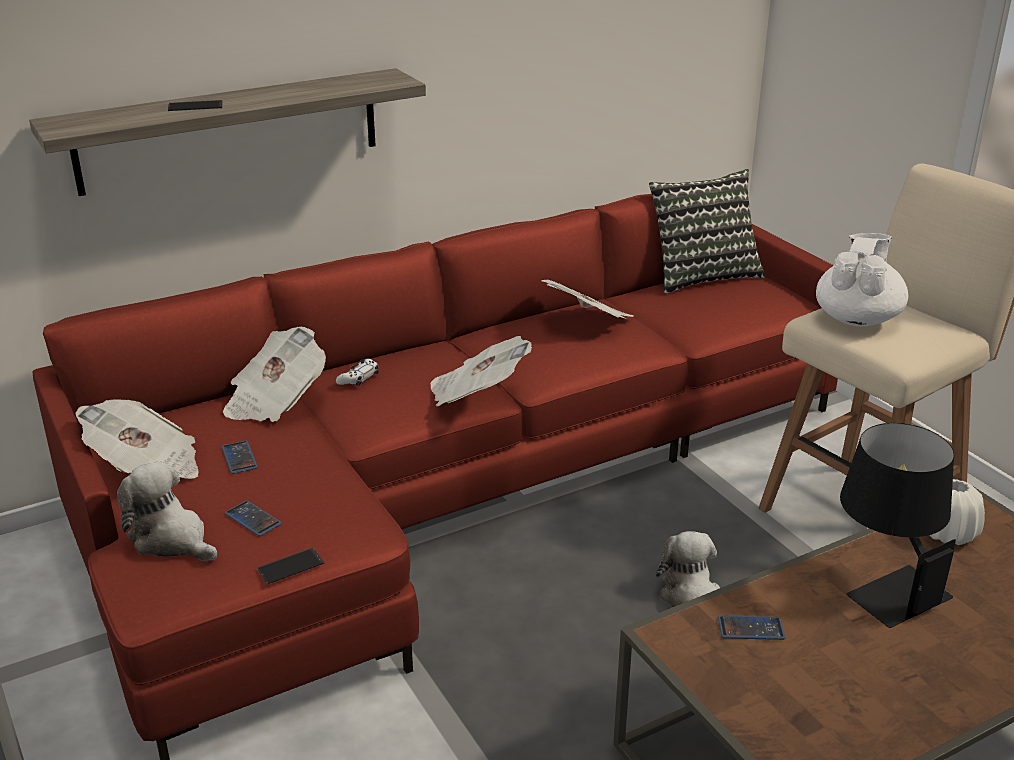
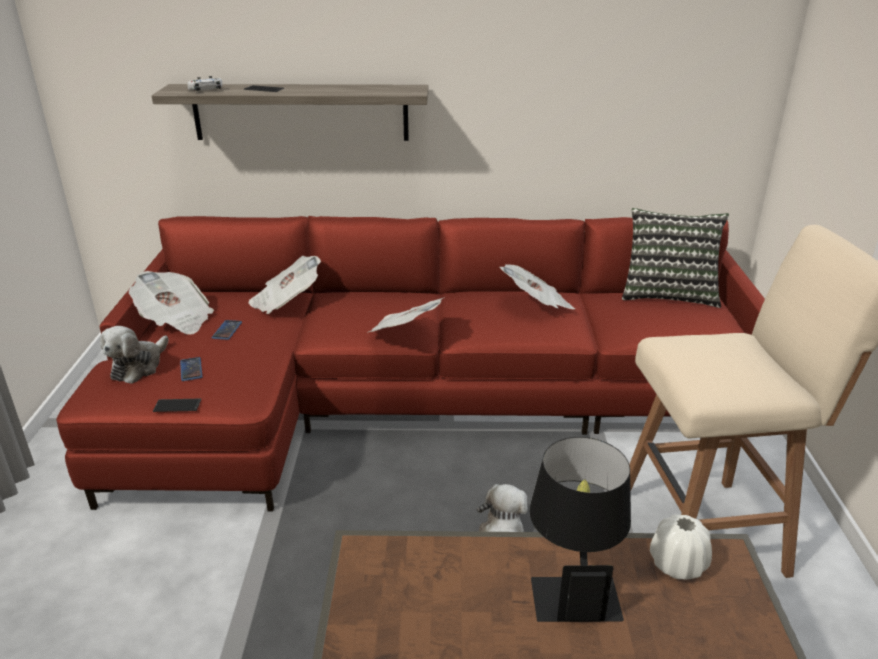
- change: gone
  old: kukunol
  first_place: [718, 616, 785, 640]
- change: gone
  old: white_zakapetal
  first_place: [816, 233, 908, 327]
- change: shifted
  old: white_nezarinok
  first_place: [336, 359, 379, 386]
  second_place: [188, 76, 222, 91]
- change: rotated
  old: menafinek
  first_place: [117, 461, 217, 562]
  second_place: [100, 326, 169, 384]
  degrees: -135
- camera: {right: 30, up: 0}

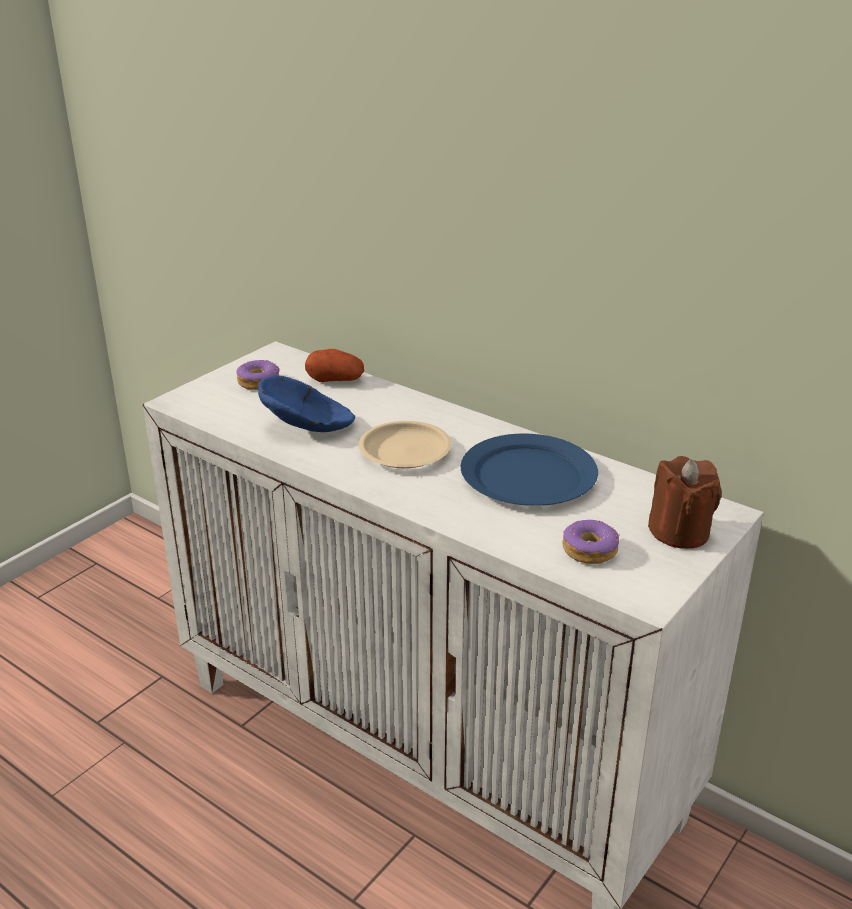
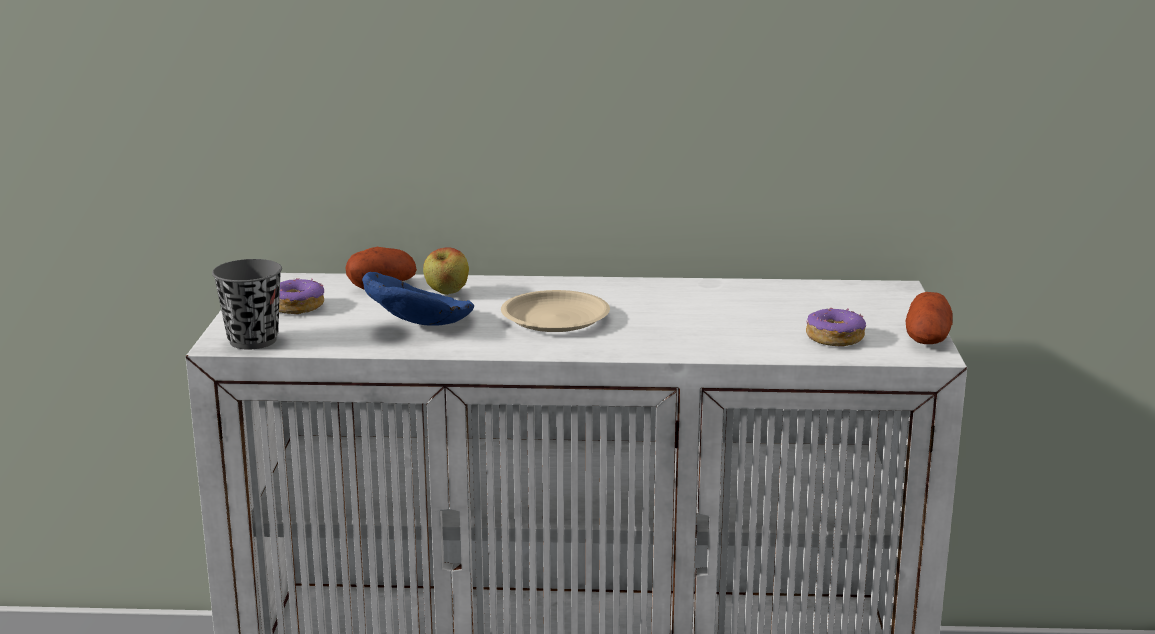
- change: gone
  old: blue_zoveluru
  first_place: [461, 433, 598, 506]
- change: gone
  old: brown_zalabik
  first_place: [648, 456, 722, 549]
- change: new
  new: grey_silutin
  second_place: [212, 259, 282, 349]
- change: new
  new: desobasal
  second_place: [423, 247, 469, 295]
- change: new
  new: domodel
  second_place: [906, 292, 953, 344]
- camera: {right: -35, up: -10}

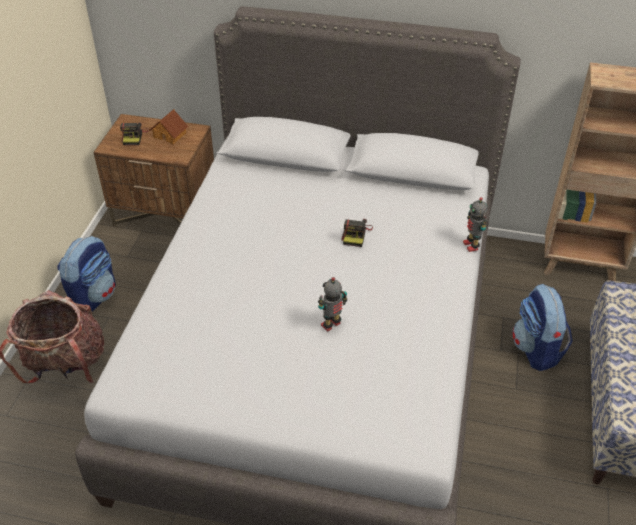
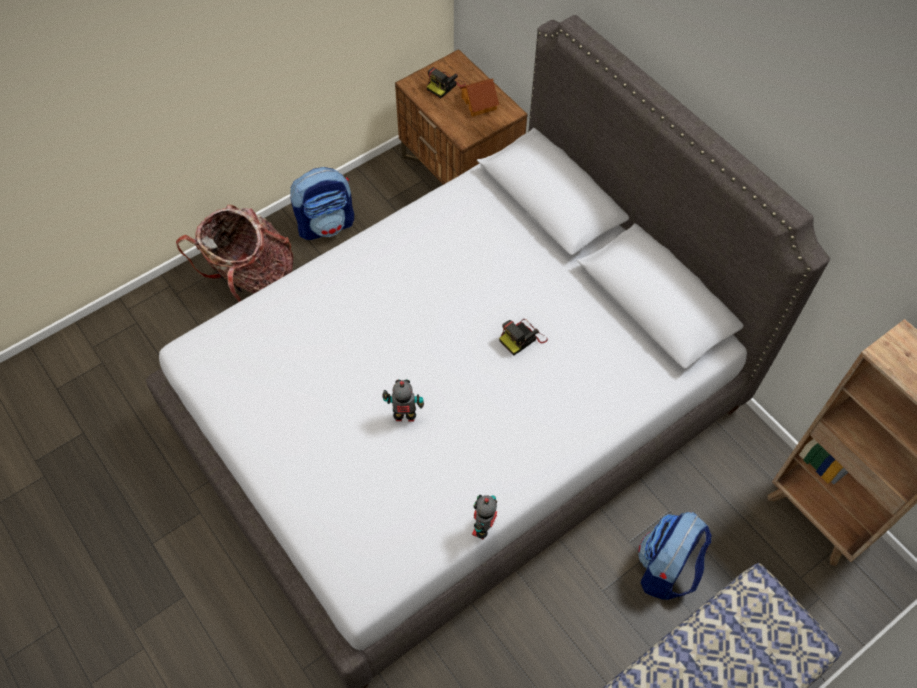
- change: shifted
  old: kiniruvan
  first_place: [463, 197, 488, 252]
  second_place: [472, 495, 497, 540]
- camera: {right: 40, up: 15}

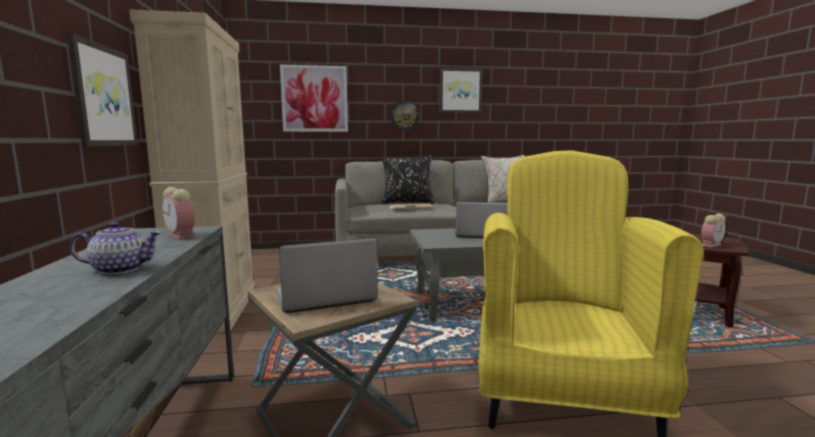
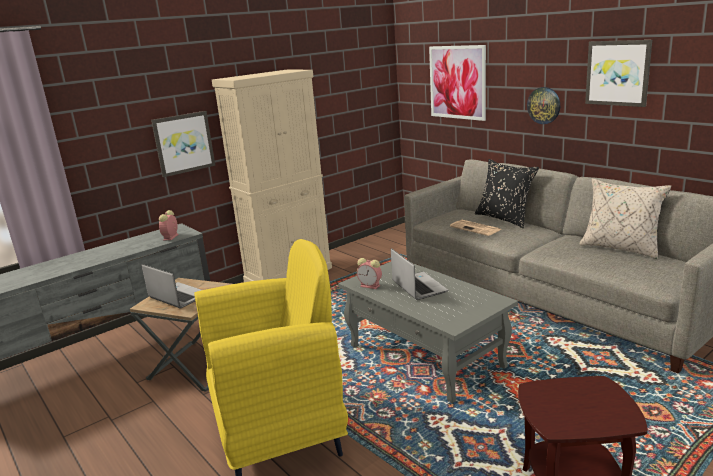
- change: gone
  old: zakapetal
  first_place: [70, 222, 162, 275]
- change: shifted
  old: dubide
  first_place: [701, 214, 726, 247]
  second_place: [357, 258, 382, 289]
- camera: {right: 60, up: 10}

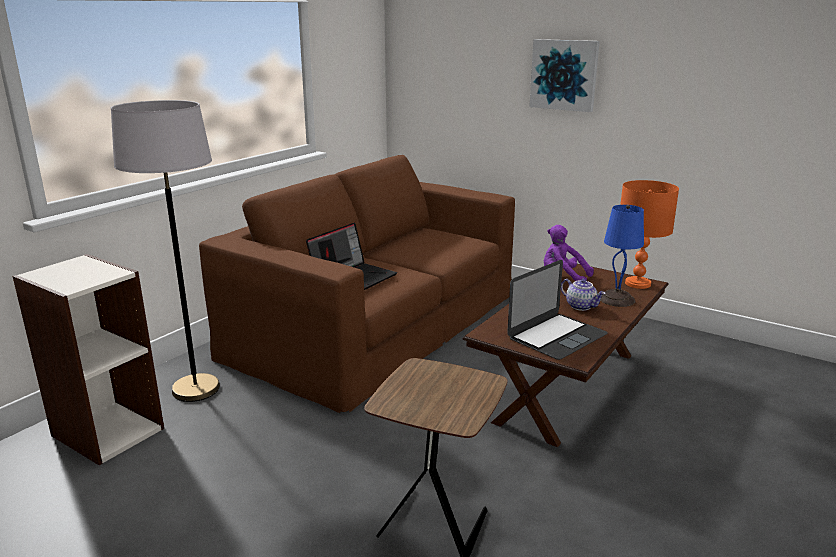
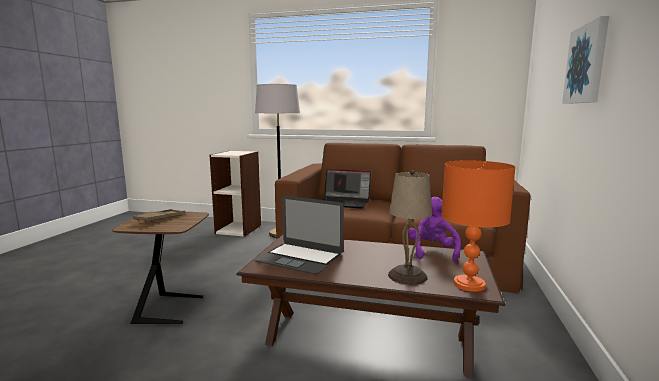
- change: gone
  old: zakapetal
  first_place: [561, 279, 606, 311]
- change: new
  new: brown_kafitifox
  second_place: [133, 209, 185, 223]
- change: repainted
  old: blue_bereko
  new: beige_bereko
  first_place: [600, 205, 644, 307]
  second_place: [388, 170, 432, 285]
- camera: {right: 70, up: -10}

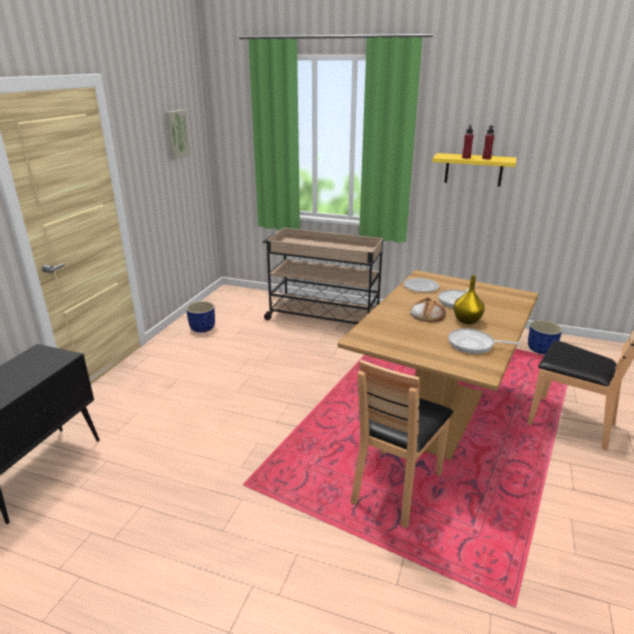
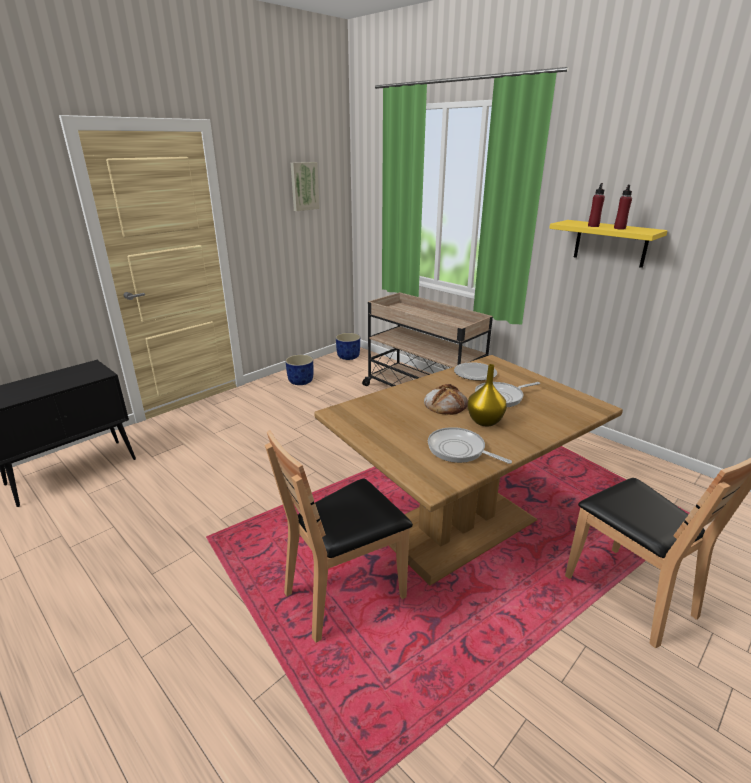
- change: shifted
  old: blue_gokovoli
  first_place: [528, 320, 562, 354]
  second_place: [336, 333, 360, 360]
- camera: {right: 25, up: 0}

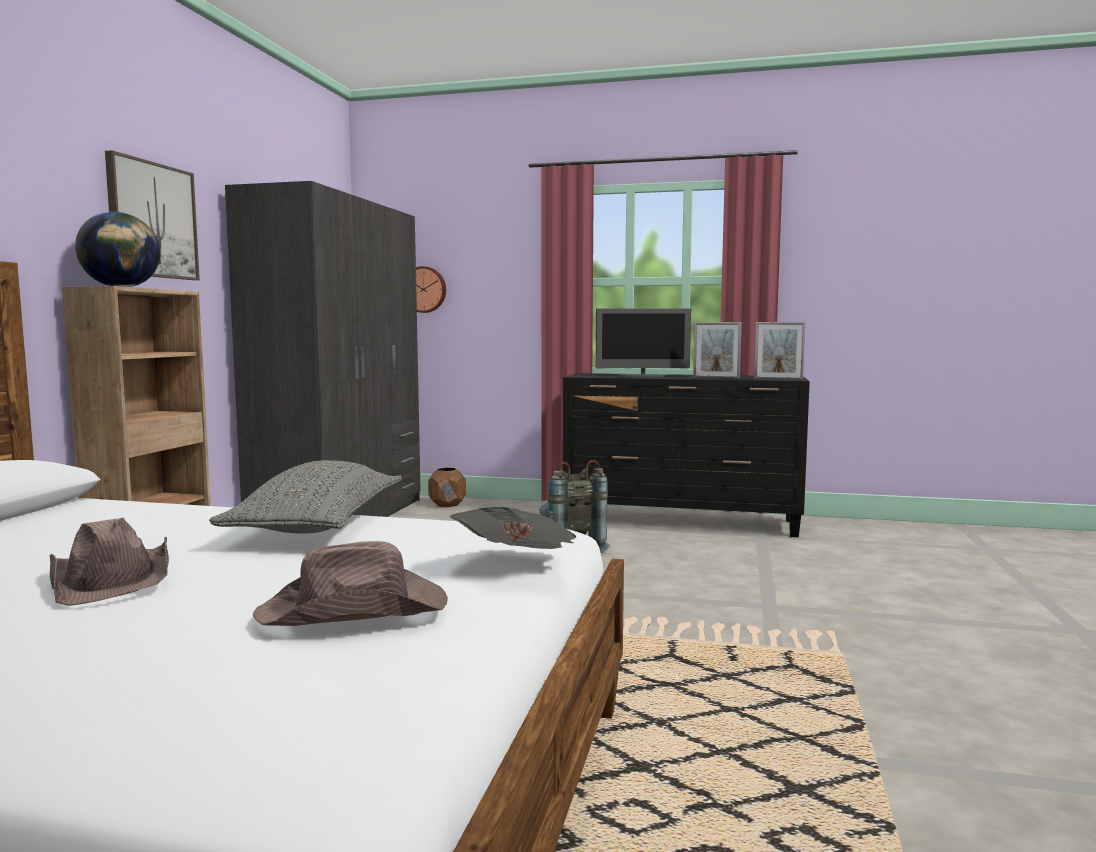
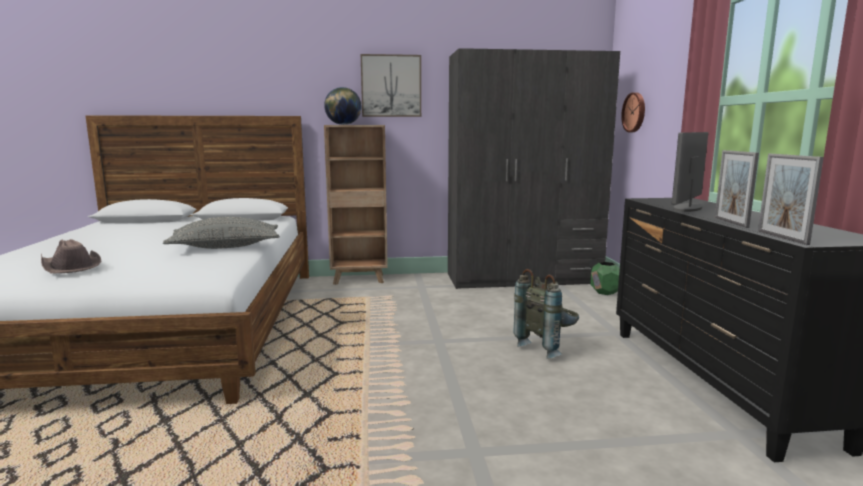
- change: gone
  old: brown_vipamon
  first_place: [50, 518, 169, 606]
- change: gone
  old: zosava
  first_place: [449, 507, 577, 549]
- change: repainted
  old: brown_gokovoli
  new: green_gokovoli
  first_place: [428, 468, 466, 507]
  second_place: [590, 262, 620, 295]
- change: rotated
  old: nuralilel
  first_place: [596, 308, 691, 377]
  second_place: [672, 132, 708, 212]
  degrees: 60
- camera: {right: 70, up: 5}

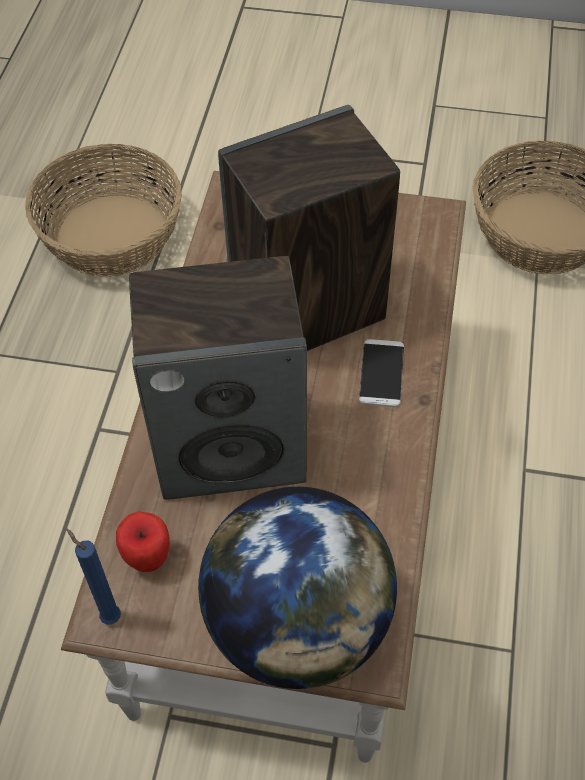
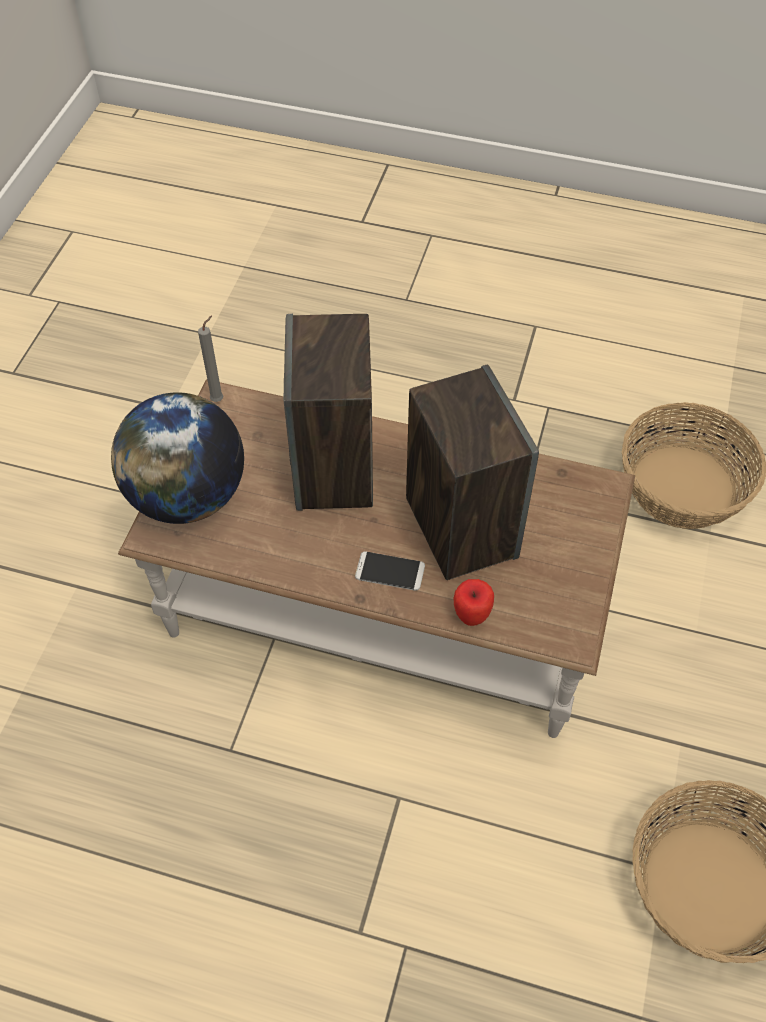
- change: shifted
  old: desobasal
  first_place: [116, 511, 170, 572]
  second_place: [453, 579, 494, 626]
- change: repainted
  old: blue_zalabik
  new: grey_zalabik
  first_place: [66, 529, 121, 625]
  second_place: [198, 316, 223, 402]
- camera: {right: 95, up: 0}

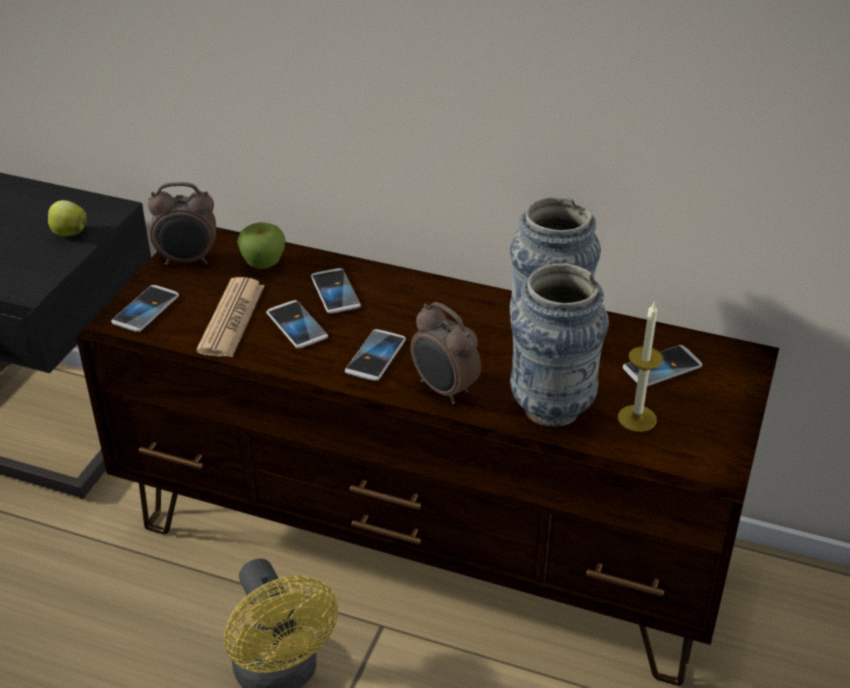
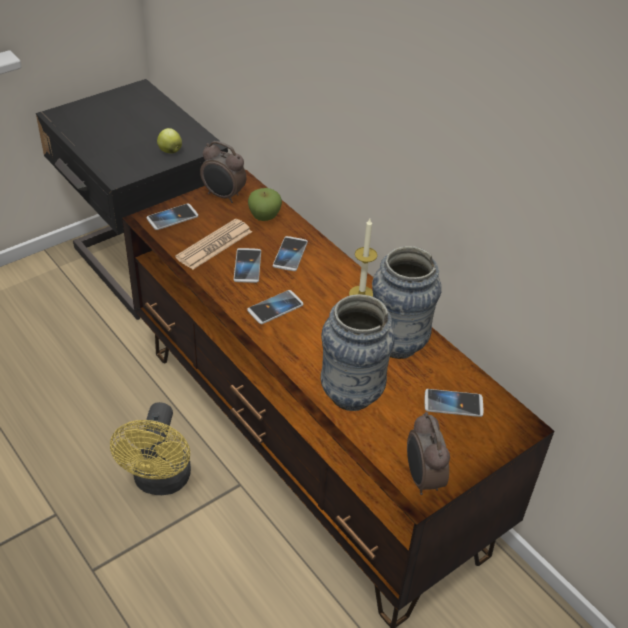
- change: shifted
  old: dubide
  first_place: [410, 302, 481, 404]
  second_place: [407, 412, 450, 495]
- change: shifted
  old: zalabik
  first_place: [618, 303, 663, 432]
  second_place: [349, 219, 377, 297]
- camera: {right: 30, up: 5}

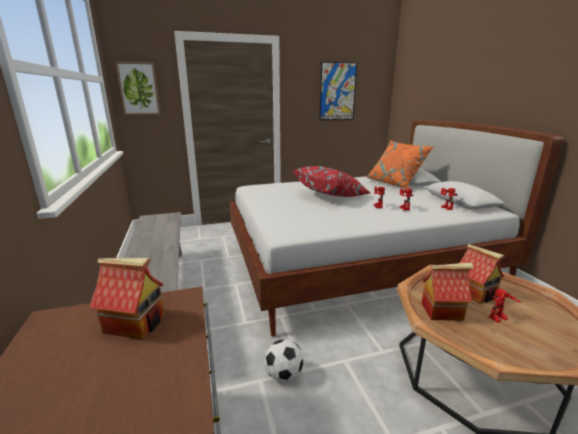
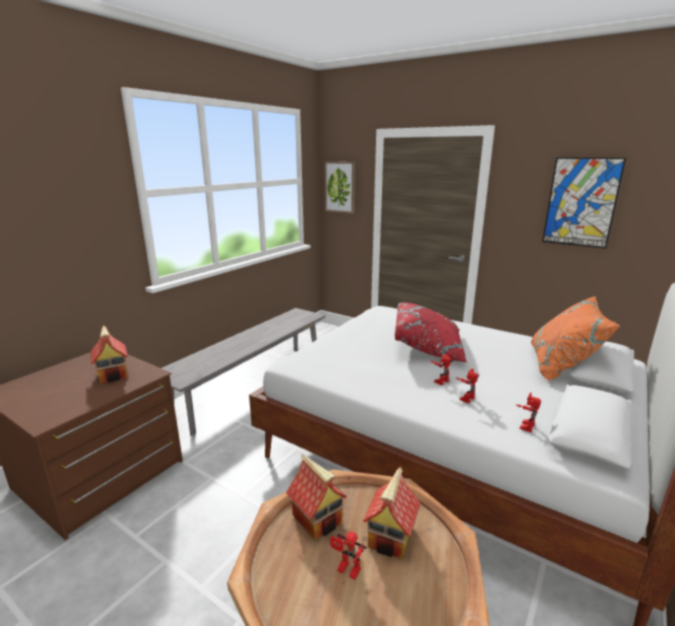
- change: gone
  old: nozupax
  first_place: [265, 339, 303, 382]
- camera: {right: 50, up: 0}

